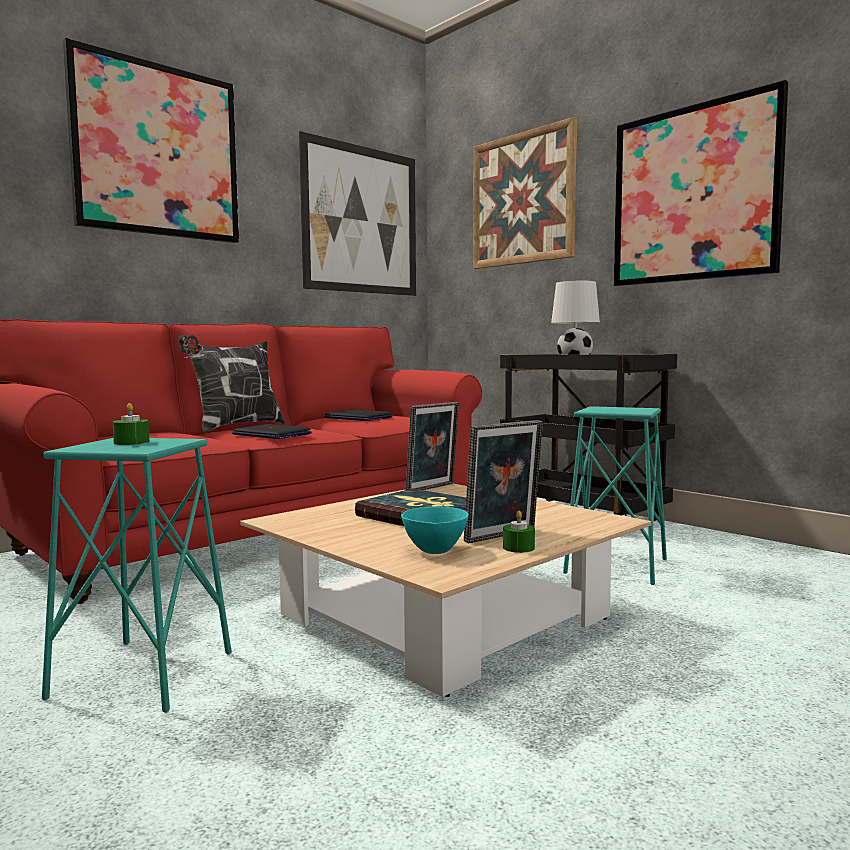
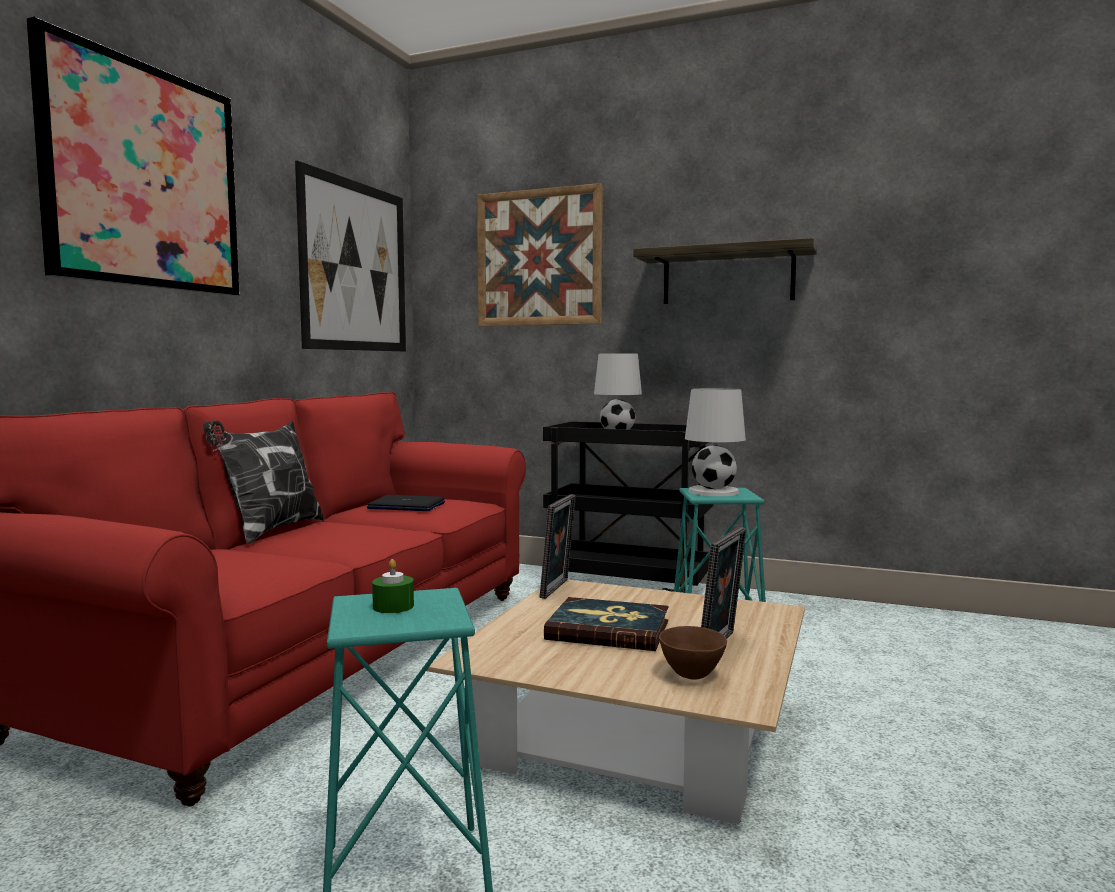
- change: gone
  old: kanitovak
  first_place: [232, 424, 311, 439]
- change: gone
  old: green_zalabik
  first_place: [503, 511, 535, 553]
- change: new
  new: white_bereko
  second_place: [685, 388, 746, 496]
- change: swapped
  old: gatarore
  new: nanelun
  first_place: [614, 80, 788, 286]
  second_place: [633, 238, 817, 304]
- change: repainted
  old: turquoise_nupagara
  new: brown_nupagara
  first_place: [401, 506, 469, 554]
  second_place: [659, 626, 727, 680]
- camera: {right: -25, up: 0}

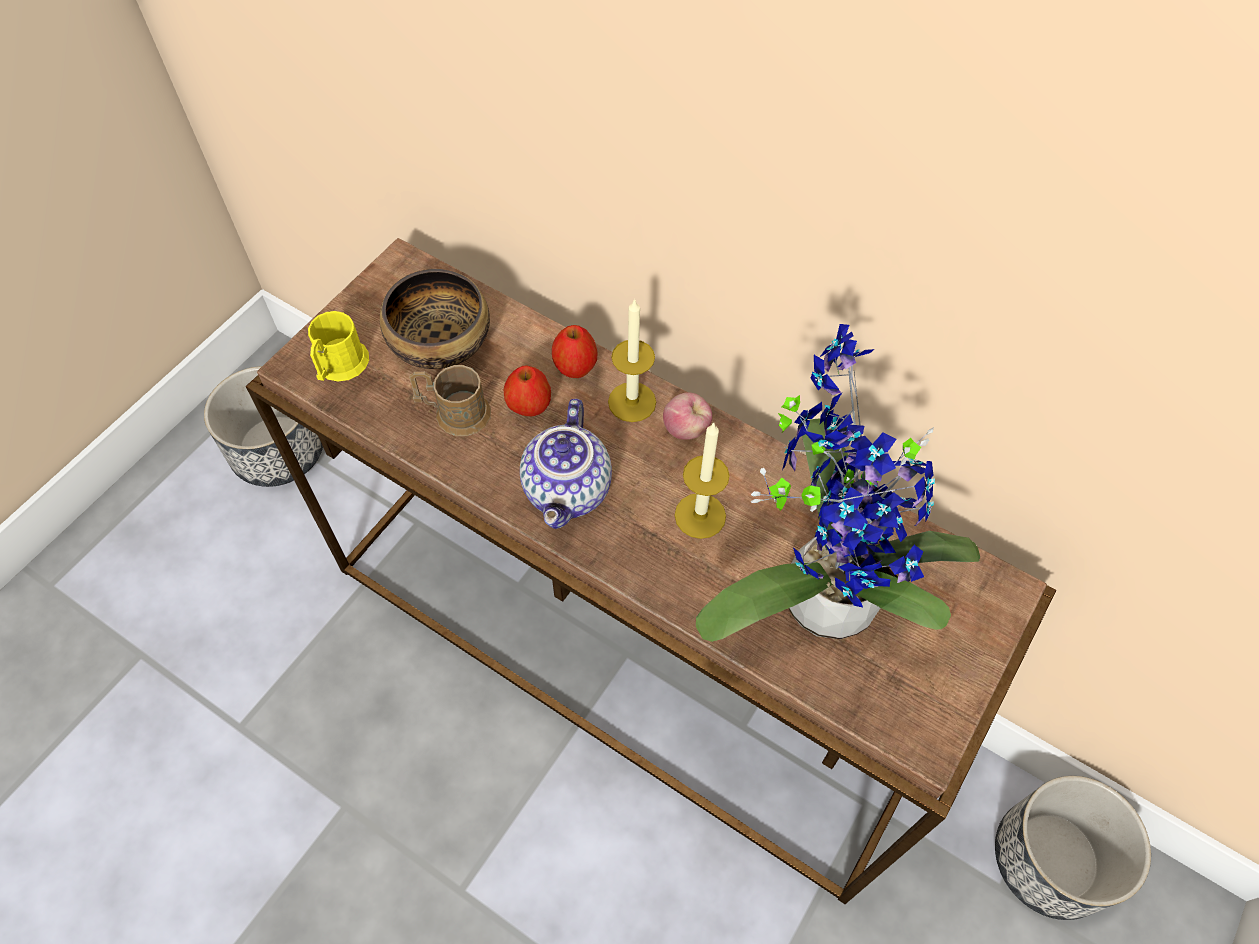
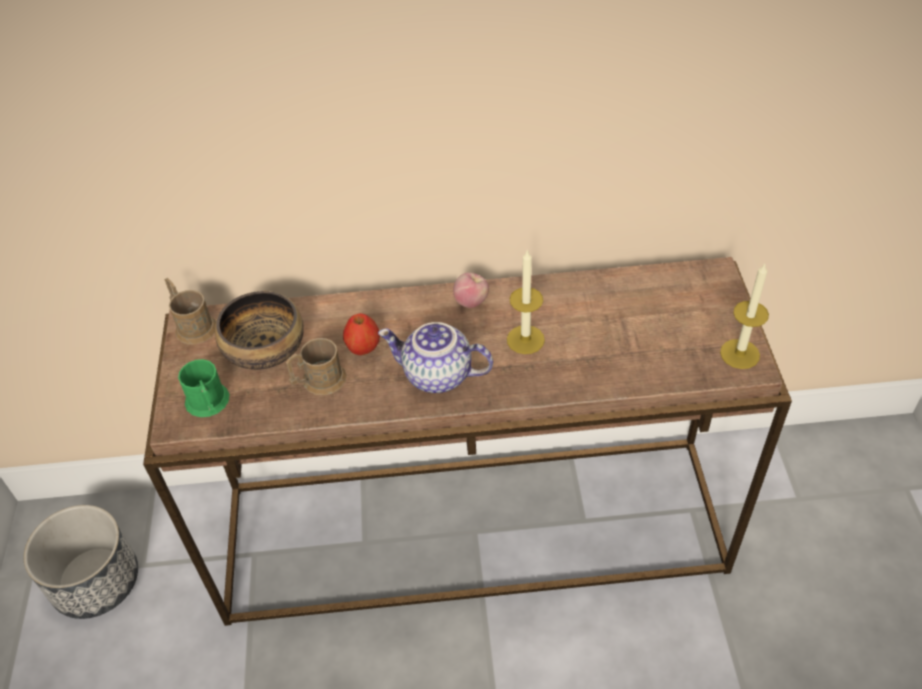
- change: gone
  old: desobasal
  first_place: [552, 325, 597, 378]
- change: gone
  old: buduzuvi
  first_place: [696, 324, 980, 642]
- change: gone
  old: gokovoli
  first_place: [995, 776, 1151, 920]
- change: new
  new: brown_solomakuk
  second_place: [165, 278, 216, 345]
- change: shifted
  old: zalabik
  first_place: [608, 298, 656, 422]
  second_place: [720, 264, 769, 369]
- change: repainted
  old: yellow_solomakuk
  new: green_solomakuk
  first_place: [308, 311, 369, 381]
  second_place: [178, 359, 230, 417]
- change: rotated
  old: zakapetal
  first_place: [520, 398, 612, 529]
  second_place: [378, 322, 493, 393]
  degrees: 135
- camera: {right: -35, up: -10}

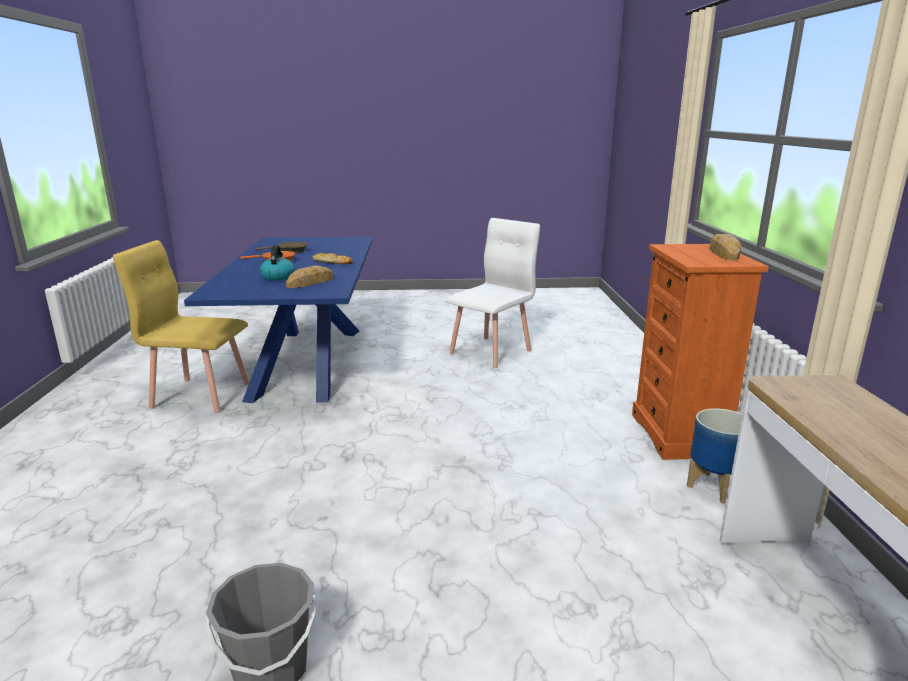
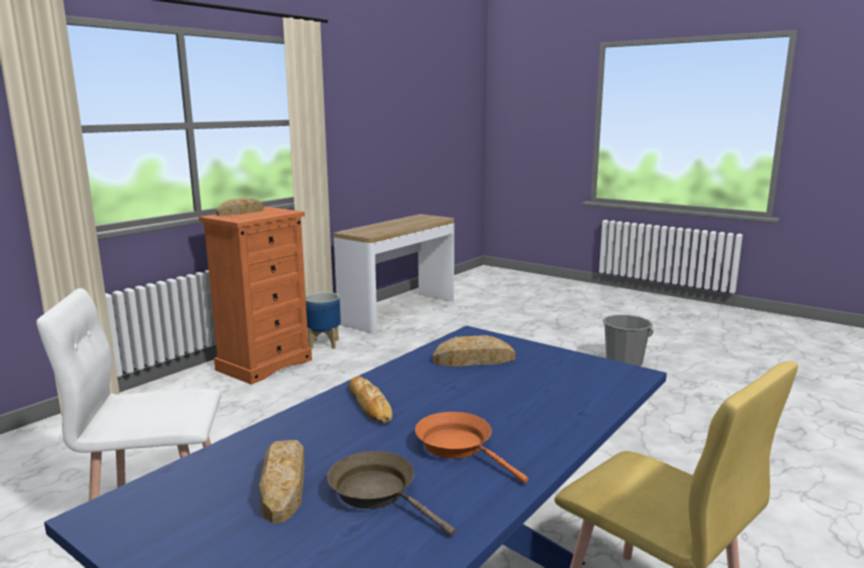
- change: gone
  old: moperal
  first_place: [260, 245, 295, 281]
- change: new
  new: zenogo
  second_place: [259, 440, 305, 523]
- camera: {right: -140, up: -5}

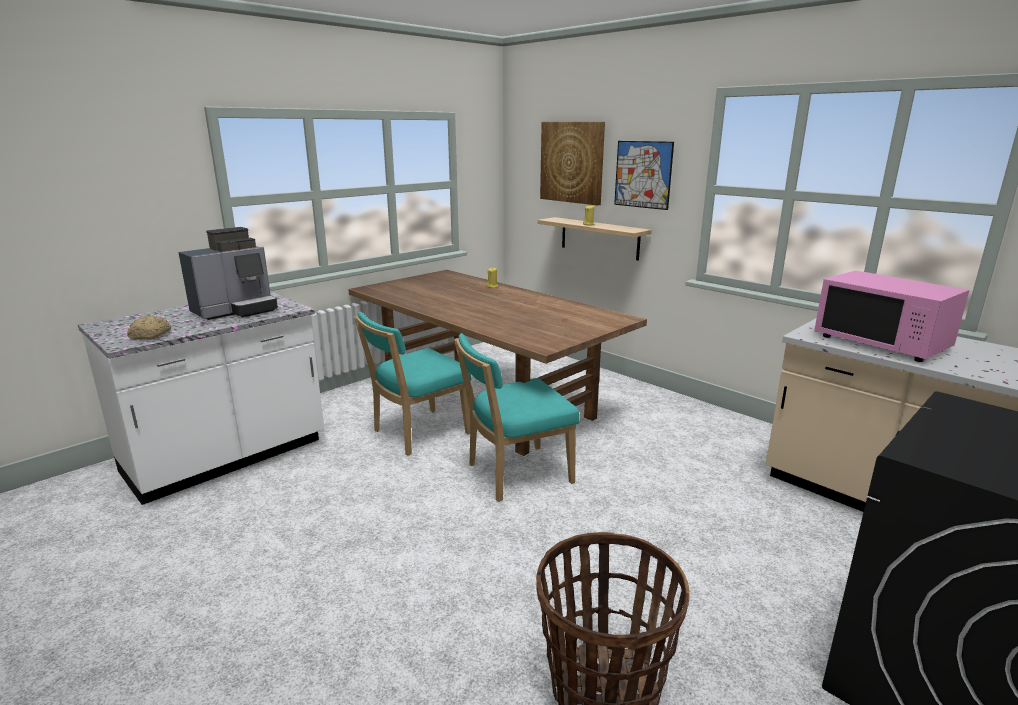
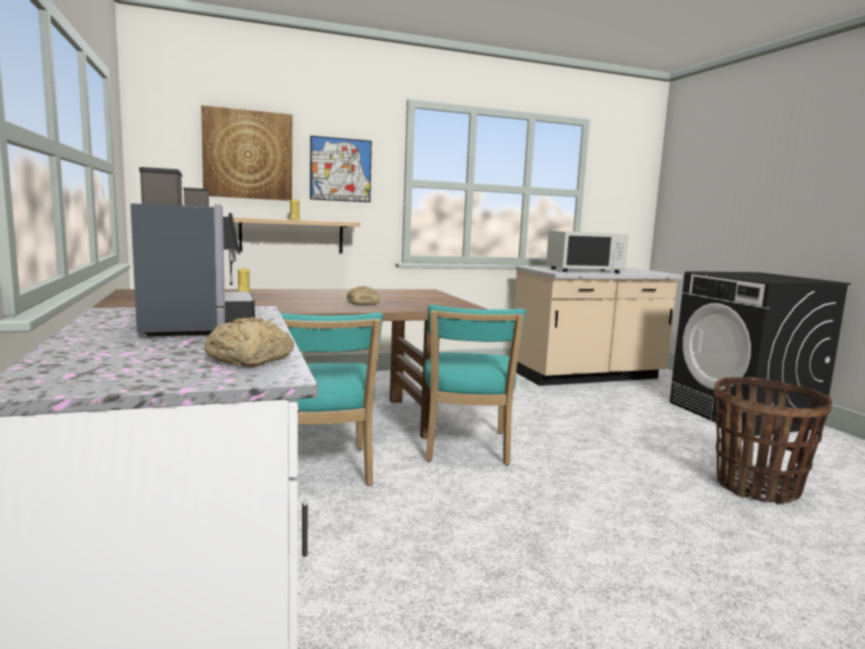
- change: new
  new: zenogo
  second_place: [347, 286, 380, 305]
- change: repainted
  old: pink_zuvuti
  new: white_zuvuti
  first_place: [814, 270, 969, 362]
  second_place: [546, 231, 629, 273]
- camera: {right: -65, up: -10}

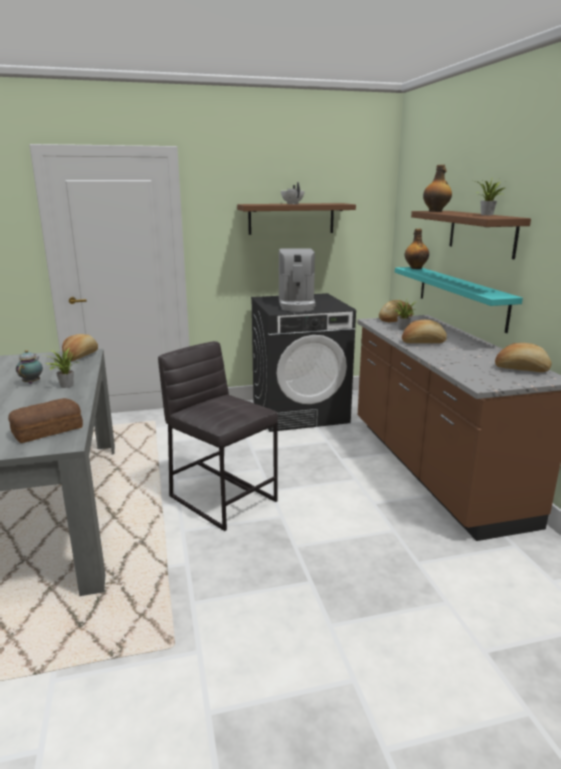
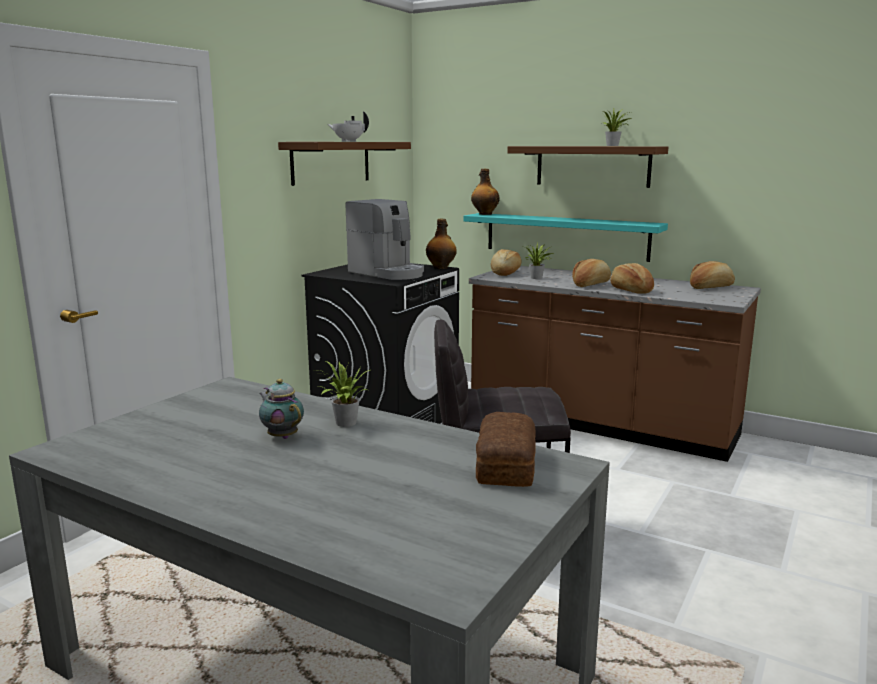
- change: shifted
  old: zenogo
  first_place: [62, 334, 98, 361]
  second_place: [610, 263, 654, 294]
- change: shifted
  old: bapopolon
  first_place: [423, 164, 452, 212]
  second_place: [426, 219, 457, 269]
- camera: {right: -45, up: -5}

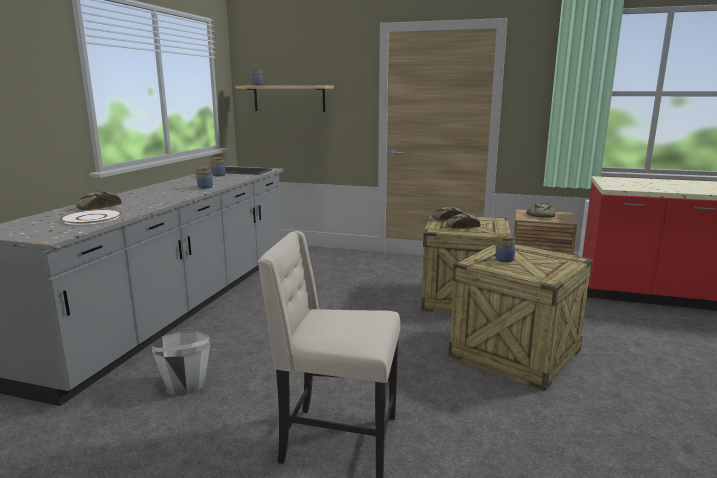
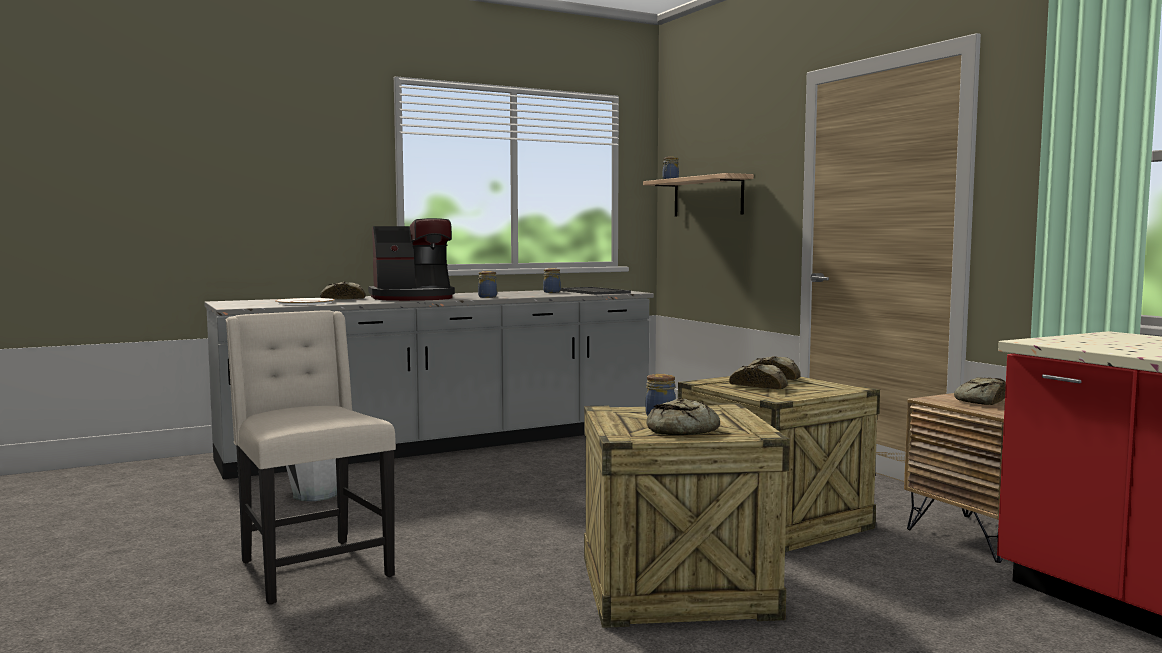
- change: new
  new: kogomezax
  second_place: [368, 218, 455, 301]
- change: new
  new: zenogo
  second_place: [646, 398, 720, 435]
- camera: {right: 45, up: -10}

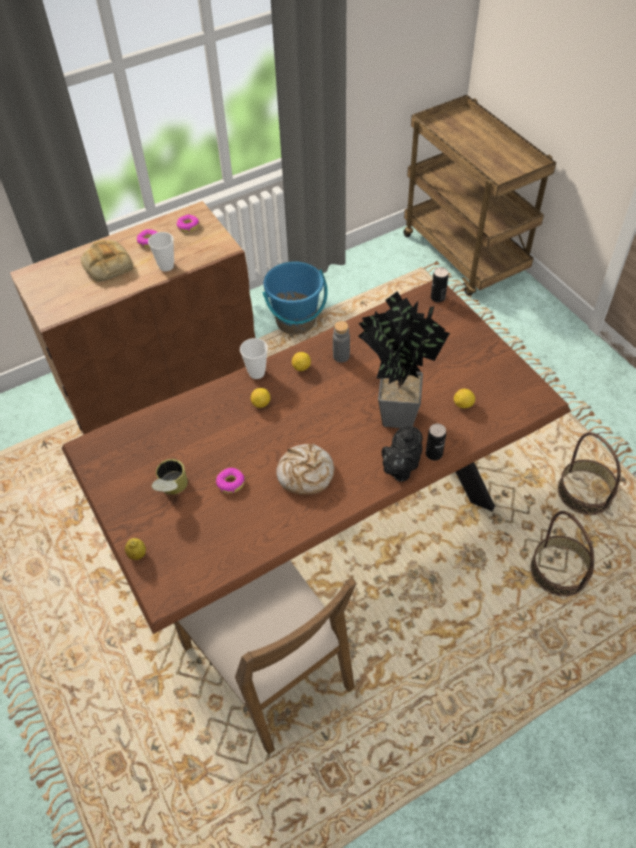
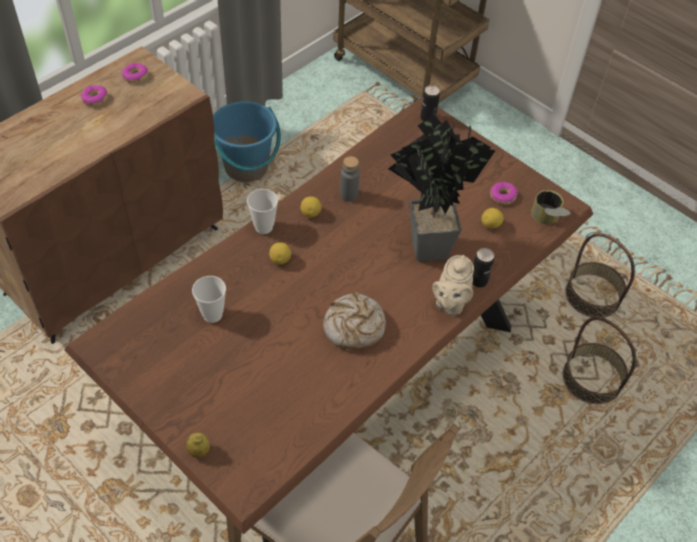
- change: gone
  old: zenogo
  first_place: [81, 239, 133, 282]
- change: shifted
  old: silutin
  first_place: [148, 232, 174, 271]
  second_place: [192, 276, 226, 323]
- change: shifted
  old: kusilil
  first_place: [152, 459, 188, 495]
  second_place: [531, 190, 571, 225]
- change: shifted
  old: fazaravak
  first_place: [216, 468, 245, 493]
  second_place: [490, 182, 518, 205]
- change: repainted
  old: black_zakapetal
  new: beige_zakapetal
  first_place: [382, 426, 423, 482]
  second_place: [432, 255, 474, 316]
- camera: {right: -20, up: 0}

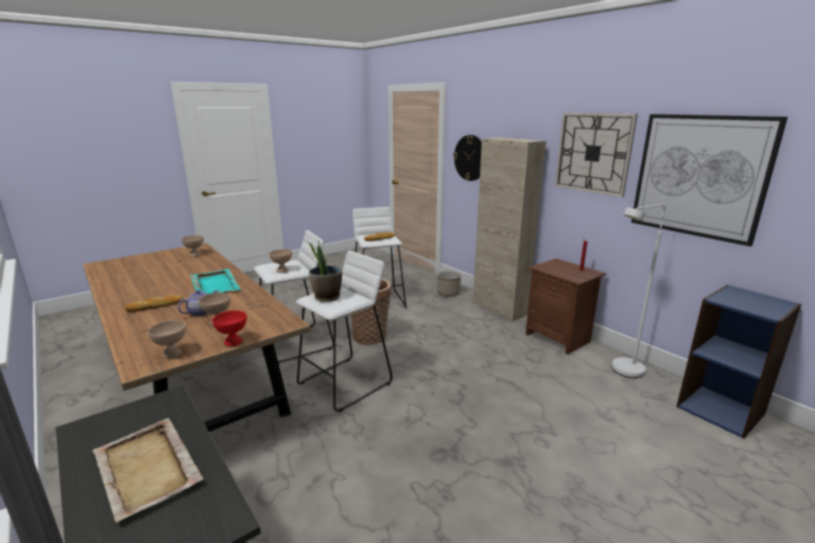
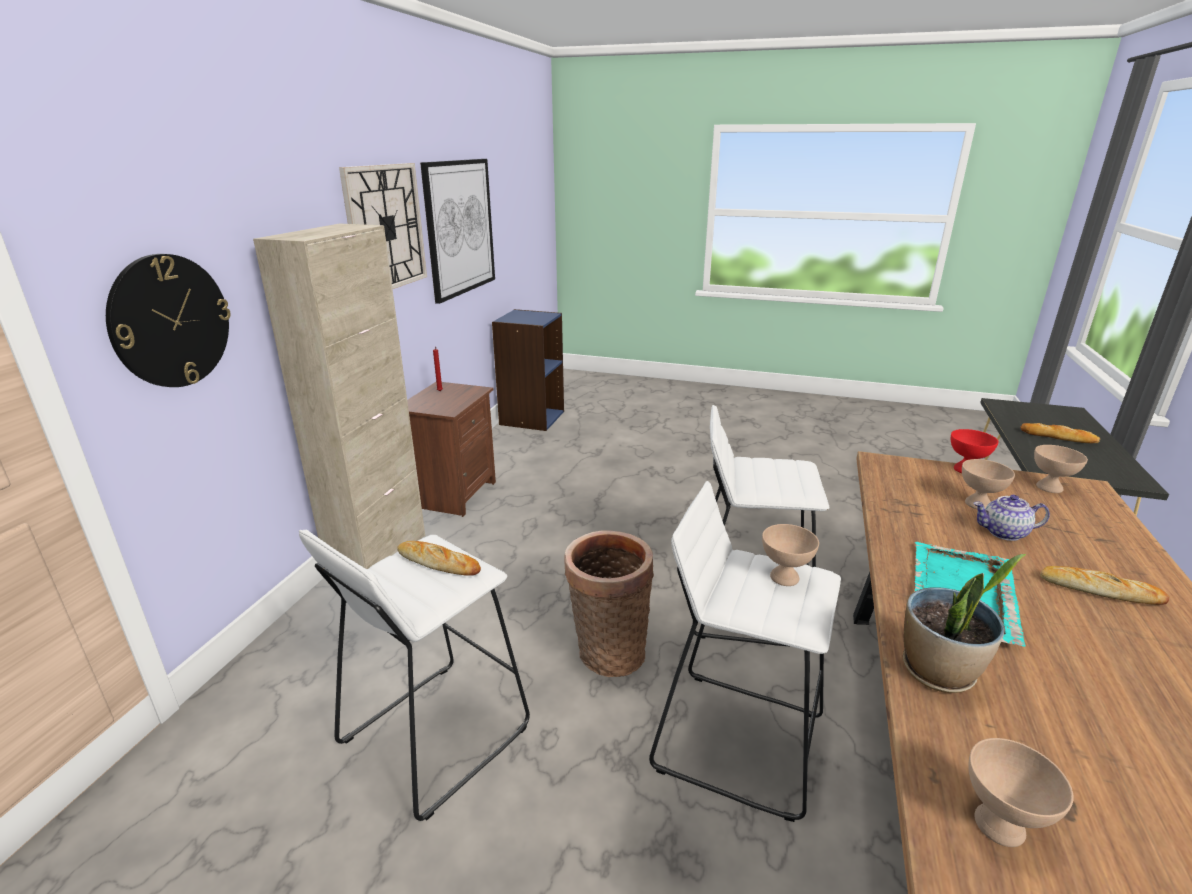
- change: gone
  old: gokovoli
  first_place: [437, 271, 461, 296]
- change: gone
  old: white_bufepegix
  first_place: [612, 204, 665, 378]
- change: shifted
  old: buduzuvi
  first_place: [309, 240, 342, 302]
  second_place: [903, 554, 1026, 693]
- change: swapped
  old: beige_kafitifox
  new: zenogo
  first_place: [92, 418, 204, 523]
  second_place: [1020, 423, 1100, 443]
- camera: {right: -125, up: 5}

